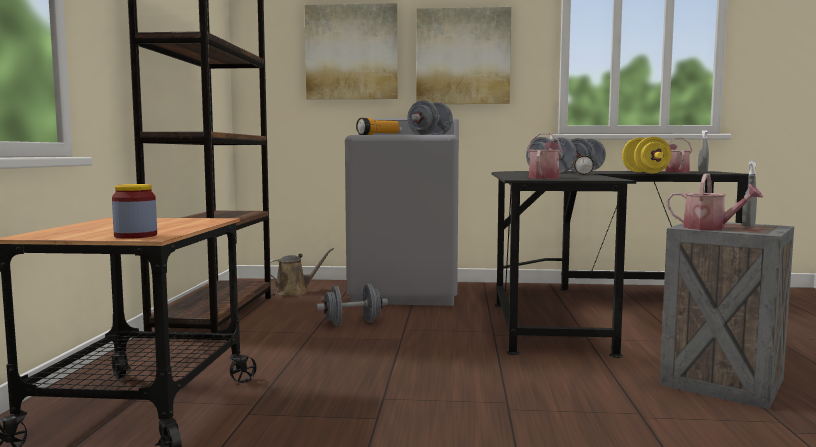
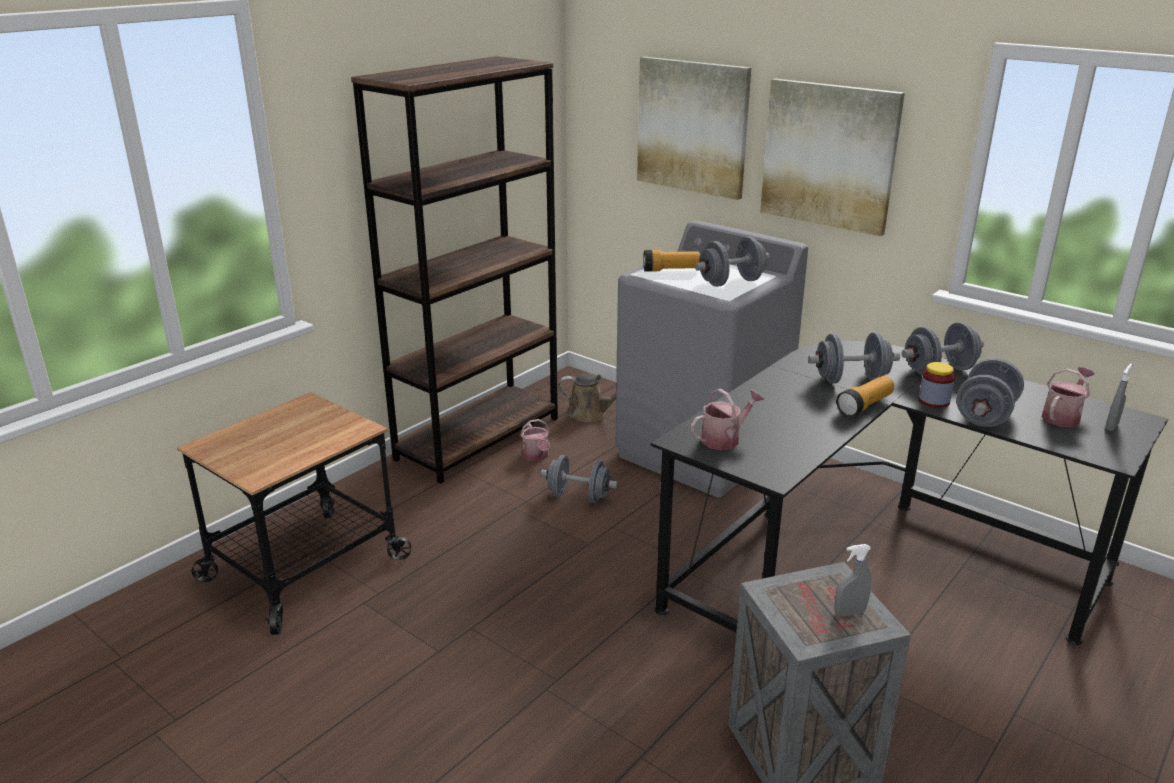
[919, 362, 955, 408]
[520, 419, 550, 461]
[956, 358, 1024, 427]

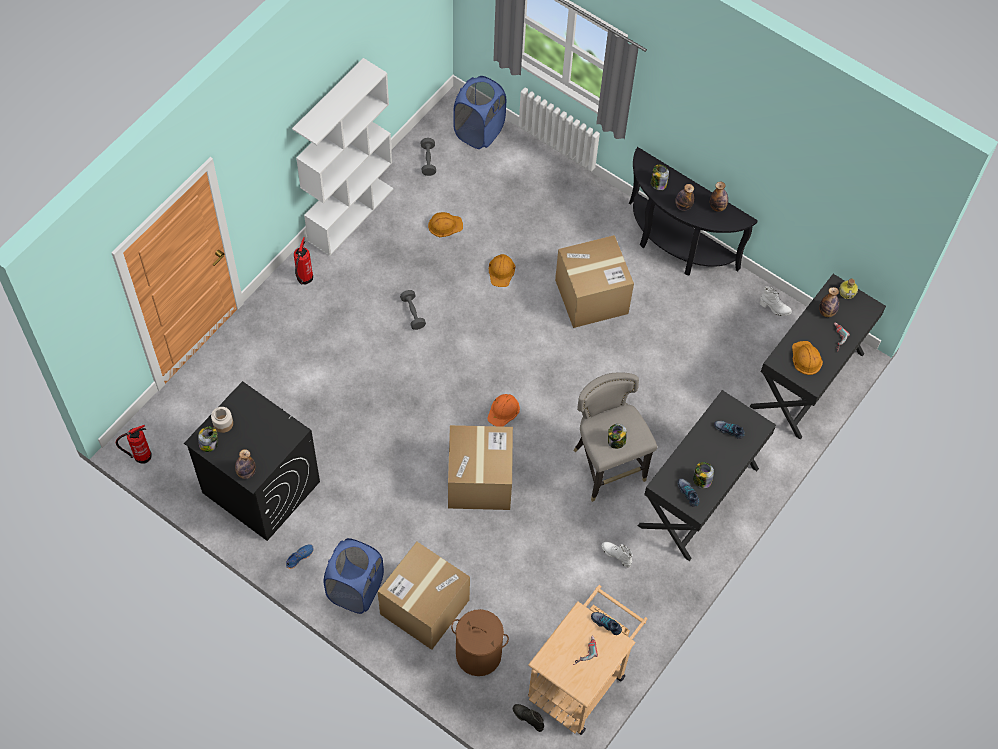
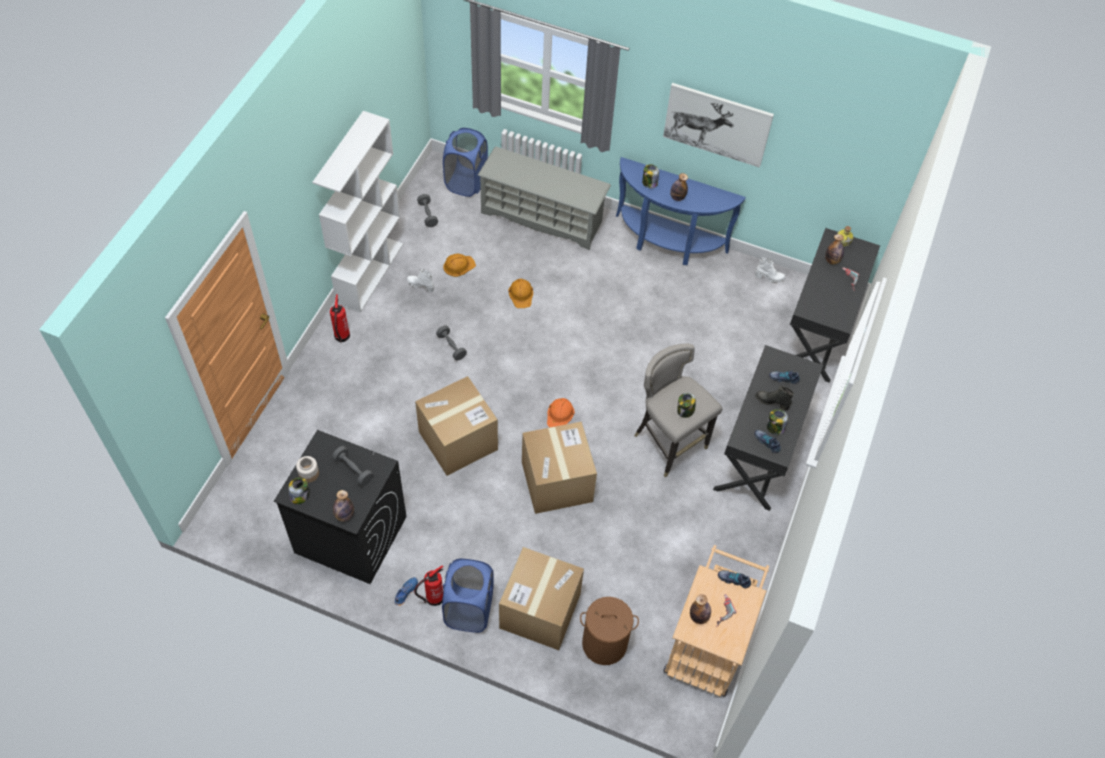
[792, 341, 823, 375] (first image)
[332, 446, 373, 486]
[478, 146, 611, 250]
[663, 83, 774, 168]
[414, 565, 443, 606]
[755, 386, 794, 411]
[415, 376, 498, 476]
[407, 269, 434, 293]
[690, 594, 711, 624]
[616, 157, 746, 265]

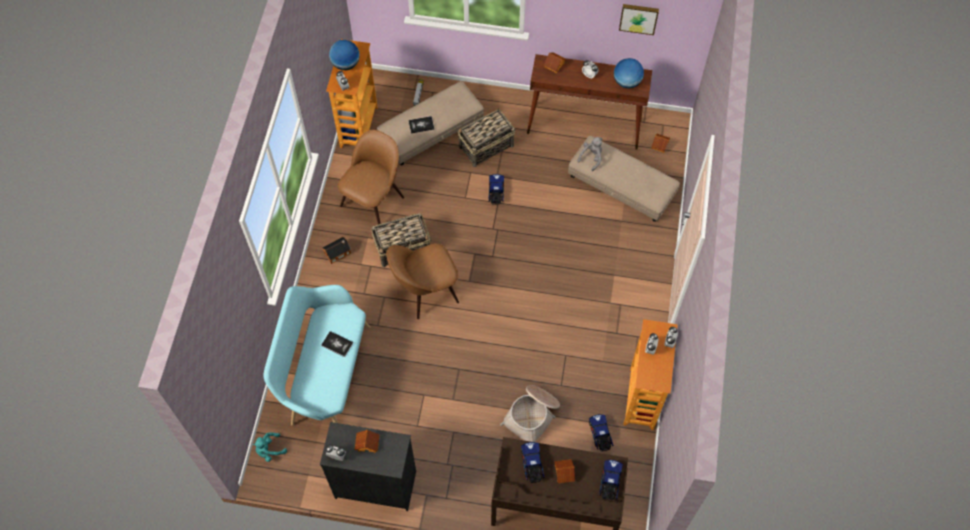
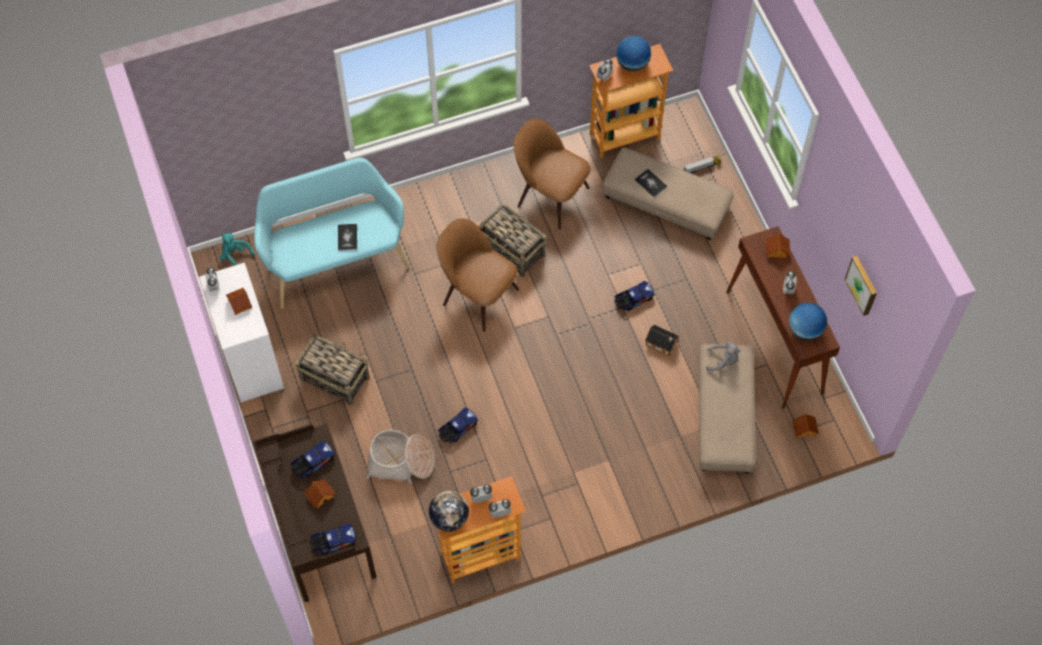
[429, 491, 469, 531]
[645, 325, 679, 356]
[295, 334, 370, 406]
[438, 407, 478, 443]
[199, 263, 284, 402]
[513, 118, 590, 229]

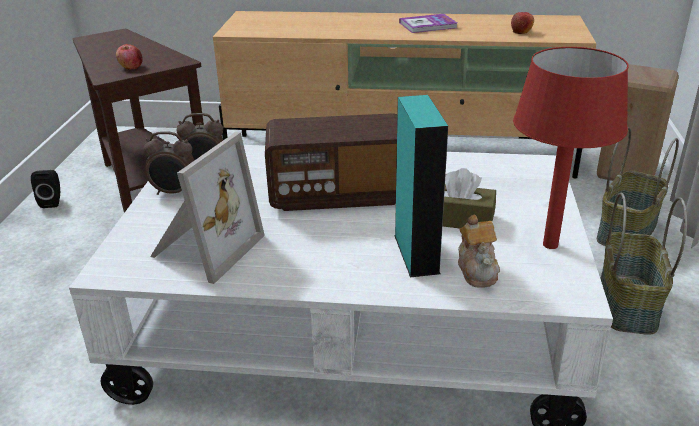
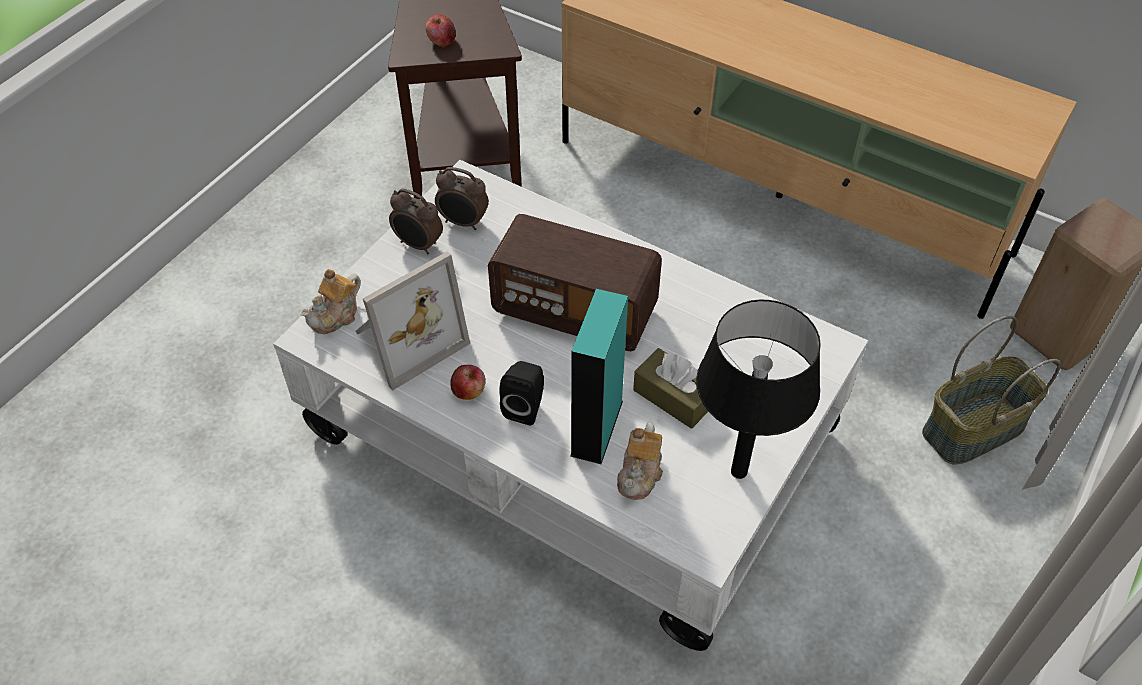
[399, 14, 457, 33] (first image)
[600, 193, 687, 335] (first image)
[300, 269, 361, 334]
[499, 361, 544, 425]
[450, 365, 485, 400]
[696, 300, 821, 479]

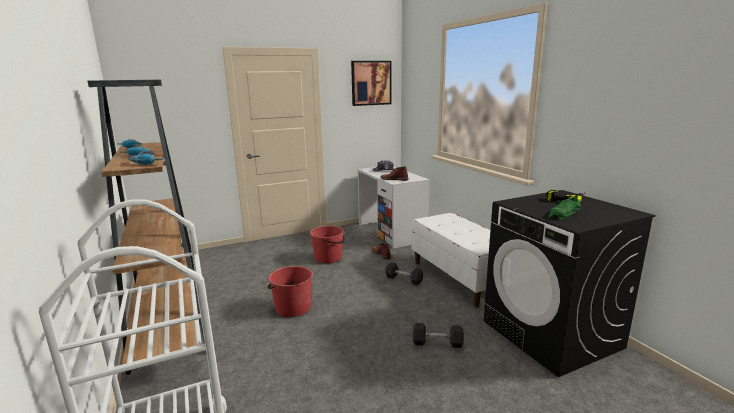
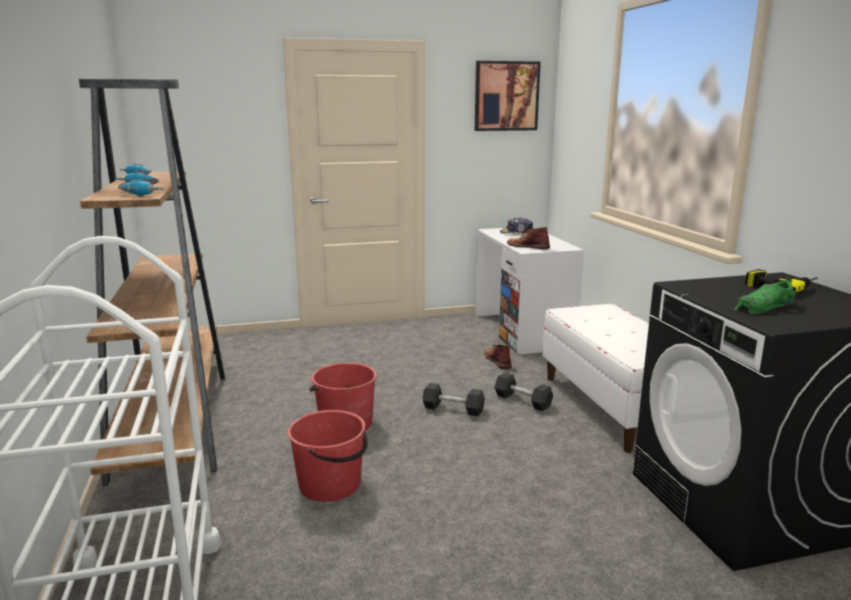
[287, 410, 368, 502]
[422, 383, 485, 416]

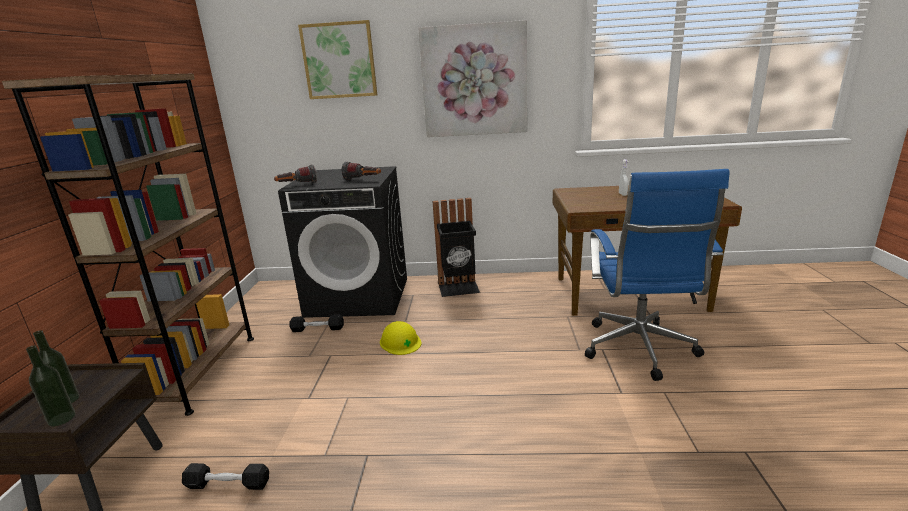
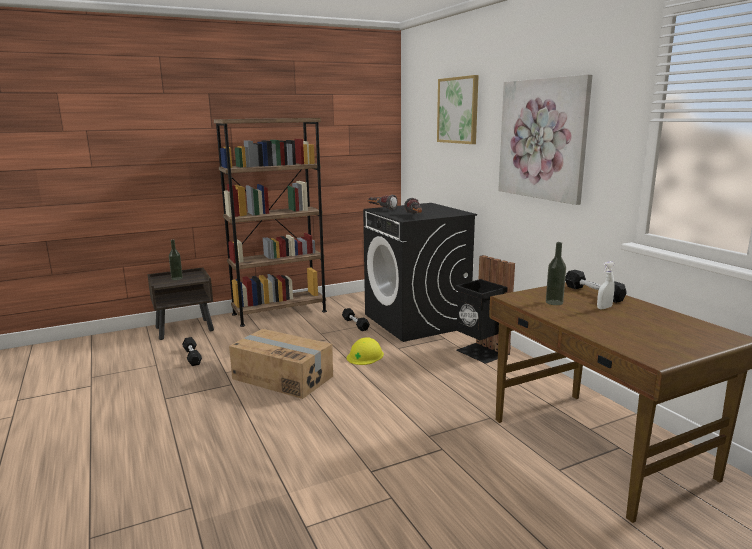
[585, 169, 730, 381] (first image)
[229, 329, 333, 399]
[565, 270, 627, 303]
[546, 242, 566, 305]

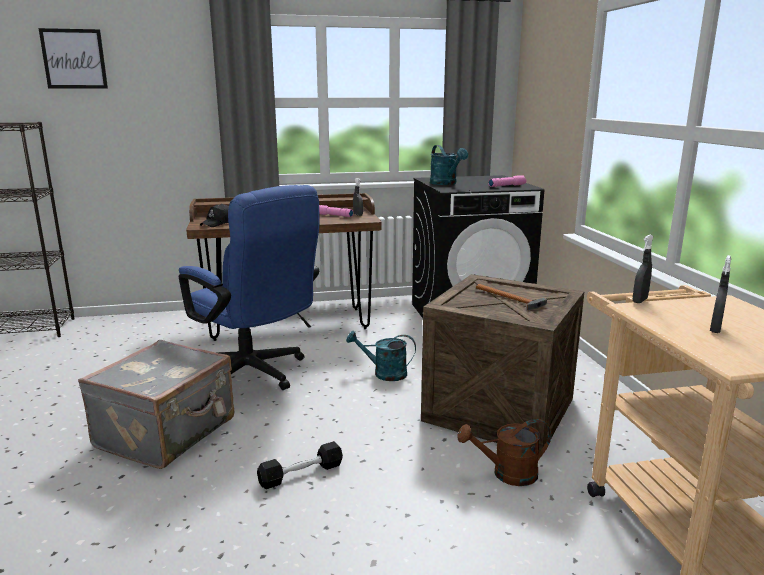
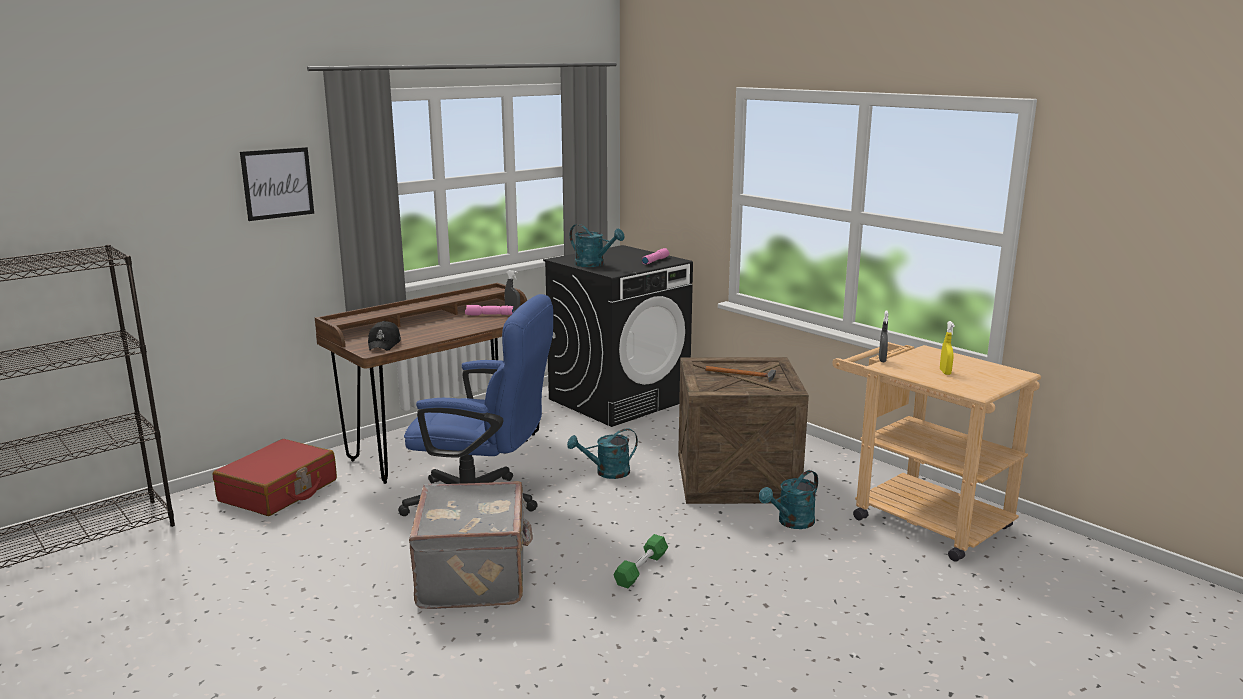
[213, 439, 337, 516]
[240, 147, 314, 221]
[613, 534, 668, 588]
[759, 470, 818, 529]
[940, 321, 955, 375]

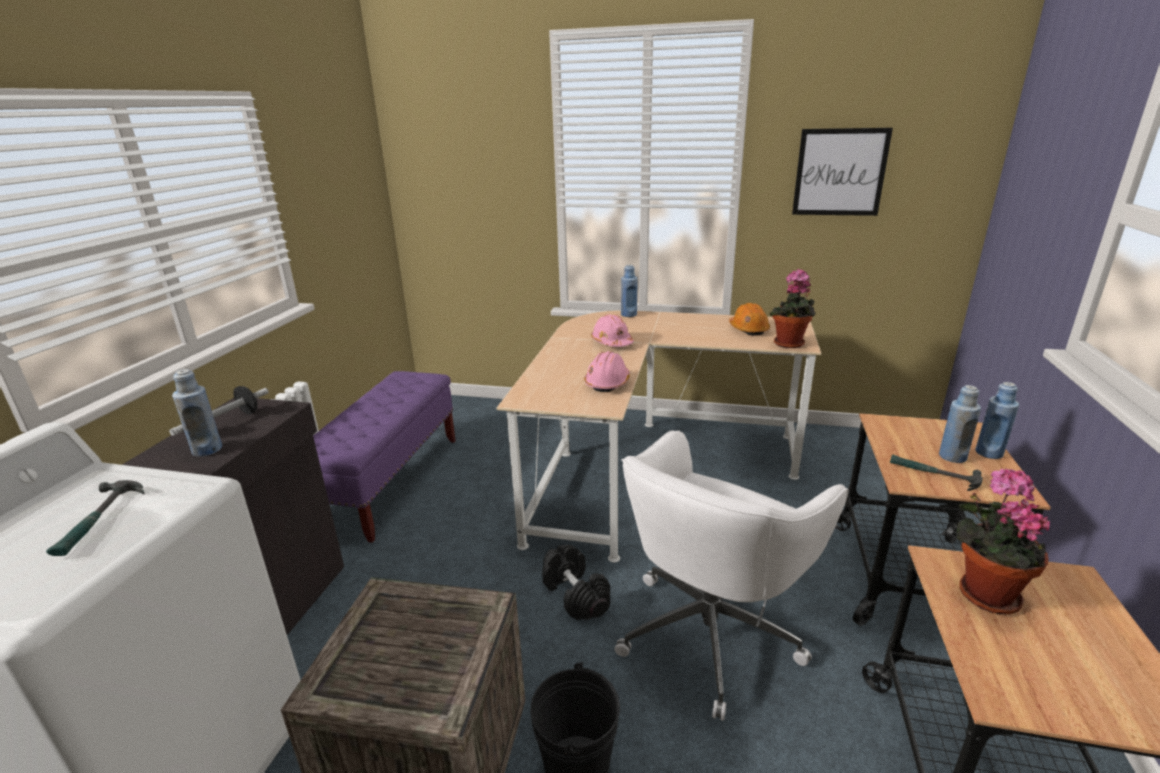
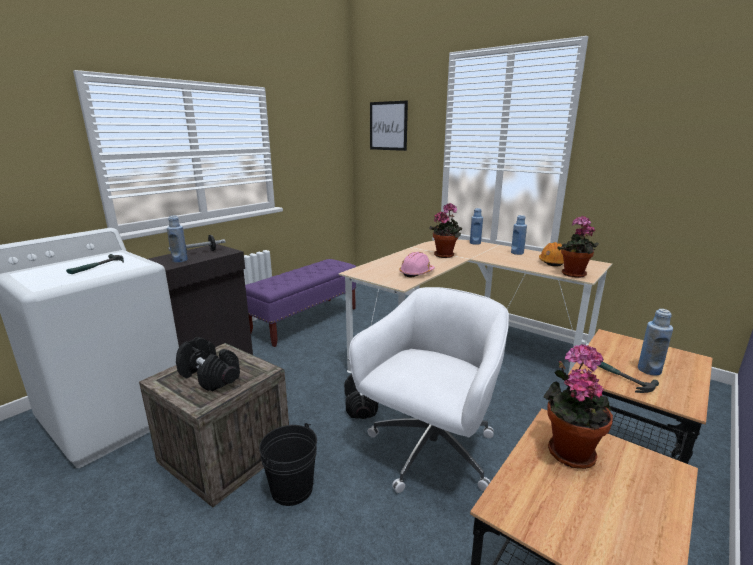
[176, 337, 240, 392]
[370, 101, 408, 151]
[511, 215, 527, 255]
[429, 203, 462, 258]
[349, 287, 509, 493]

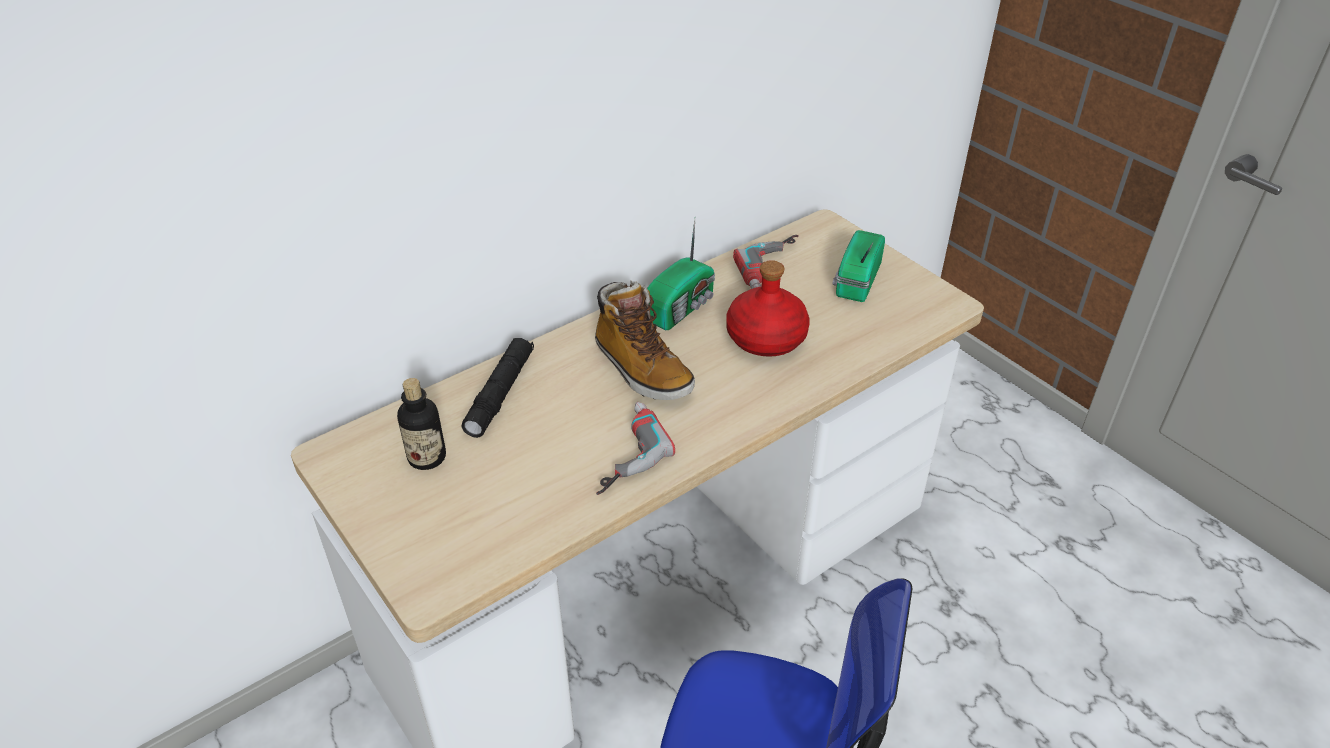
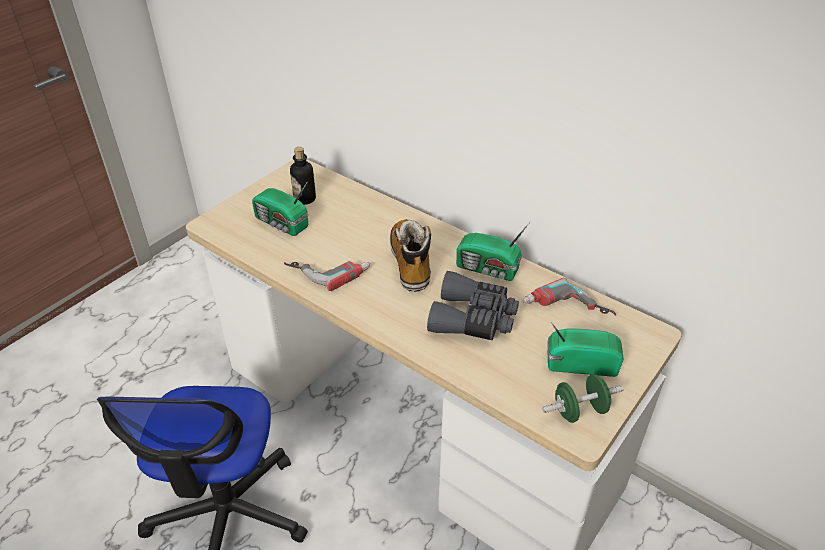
[461, 338, 534, 438] (first image)
[252, 181, 309, 236]
[542, 374, 624, 423]
[427, 271, 519, 340]
[390, 219, 431, 292]

